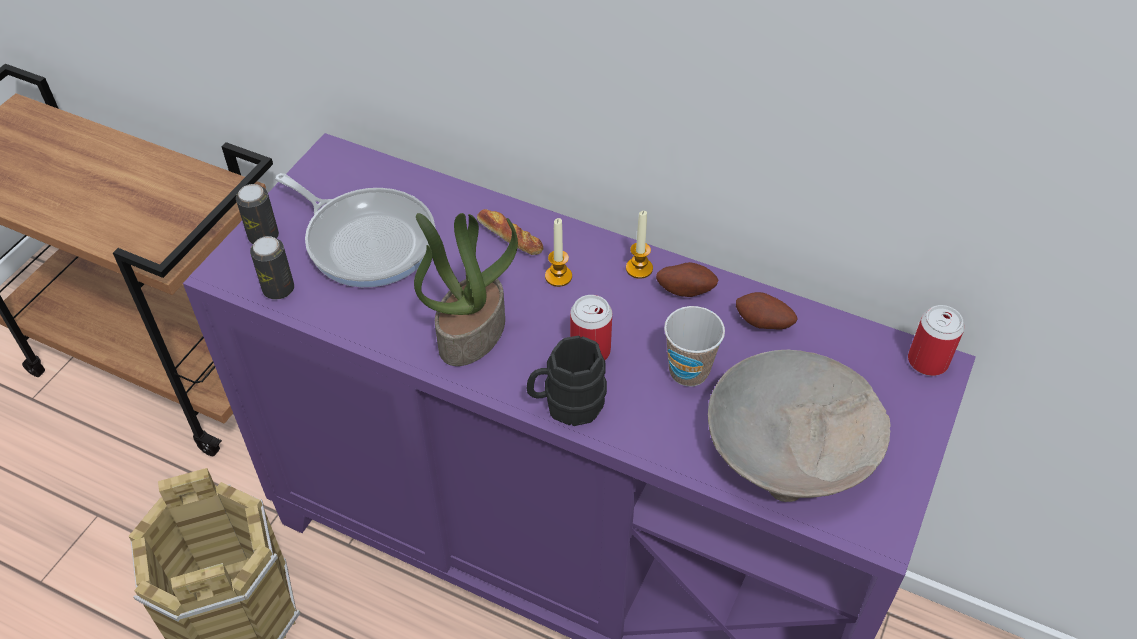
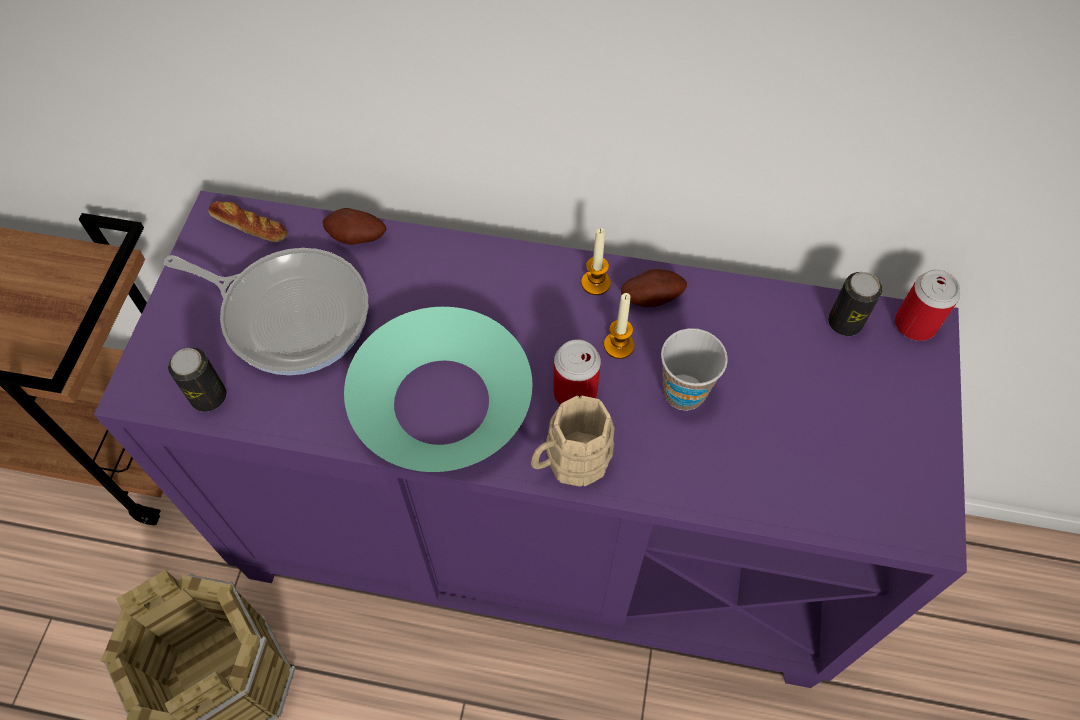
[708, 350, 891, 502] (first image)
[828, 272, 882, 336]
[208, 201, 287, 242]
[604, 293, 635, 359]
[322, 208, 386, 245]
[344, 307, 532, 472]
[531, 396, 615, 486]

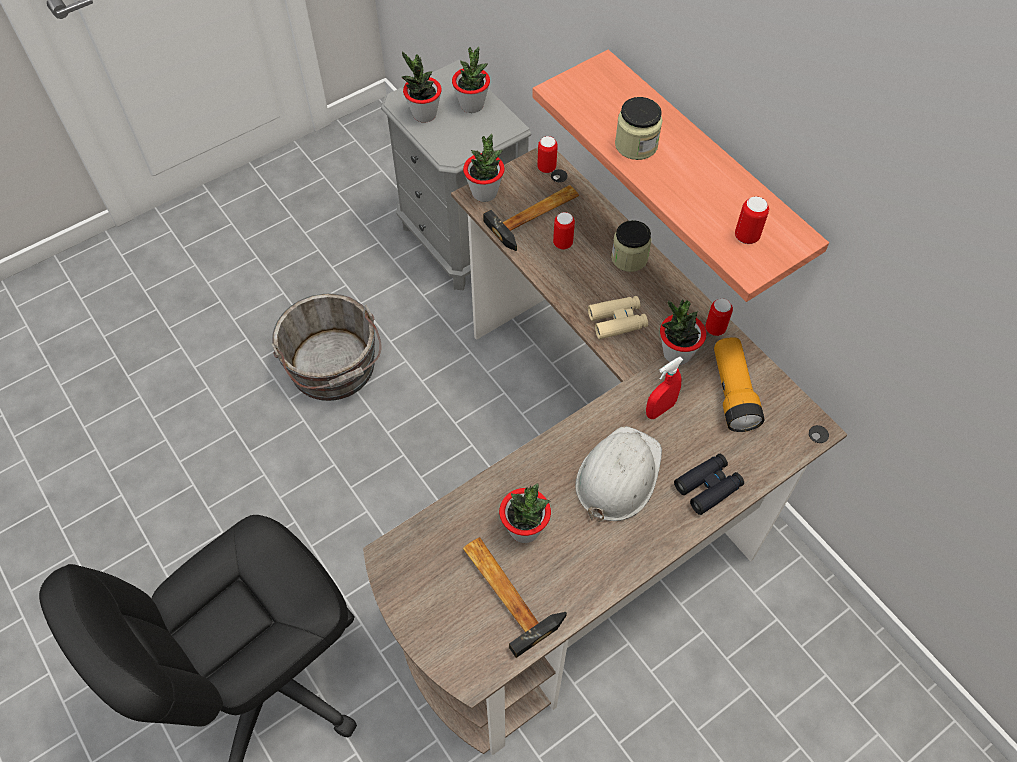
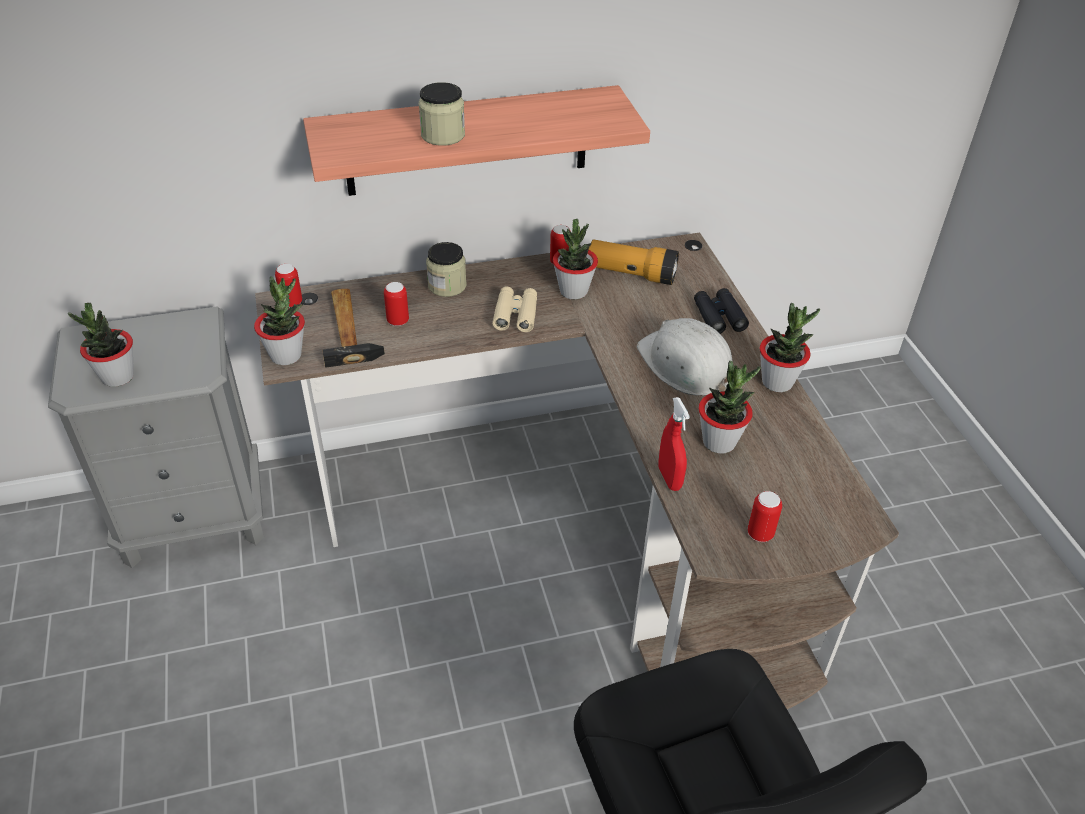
[272, 294, 382, 401] (first image)
[463, 537, 567, 658] (first image)
[760, 303, 820, 392]
[658, 397, 690, 491]
[748, 491, 782, 542]

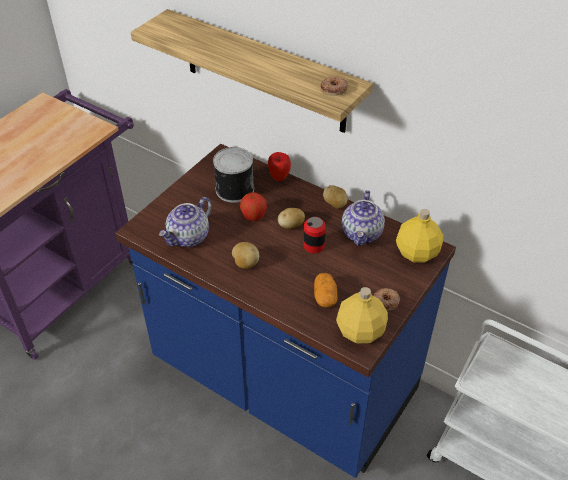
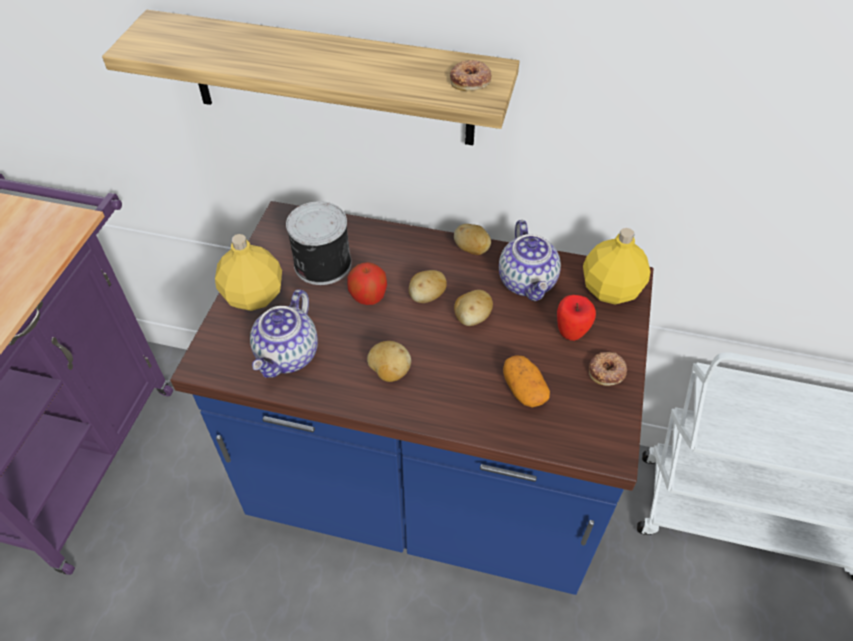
[557, 295, 596, 341]
[215, 234, 282, 311]
[454, 290, 493, 326]

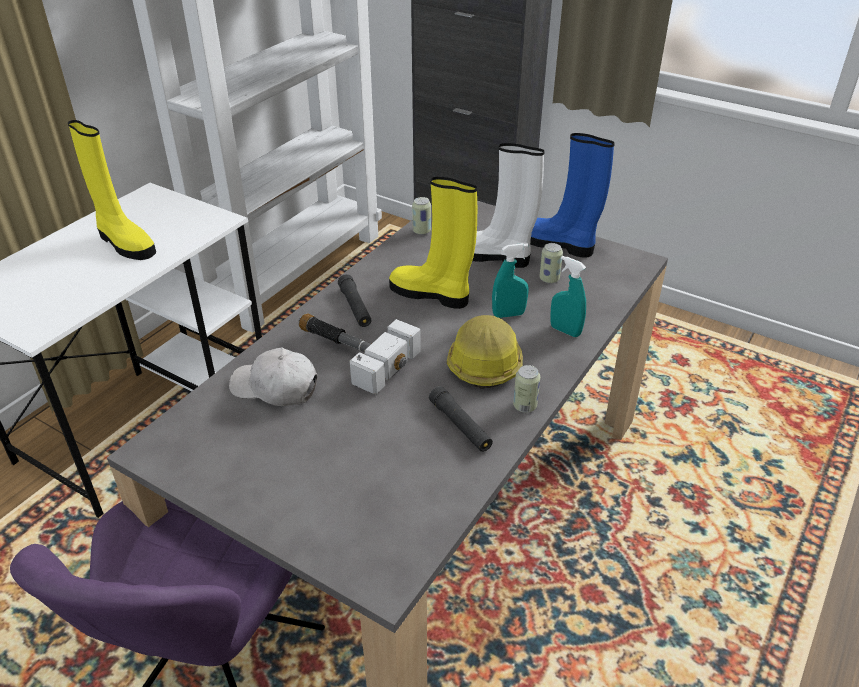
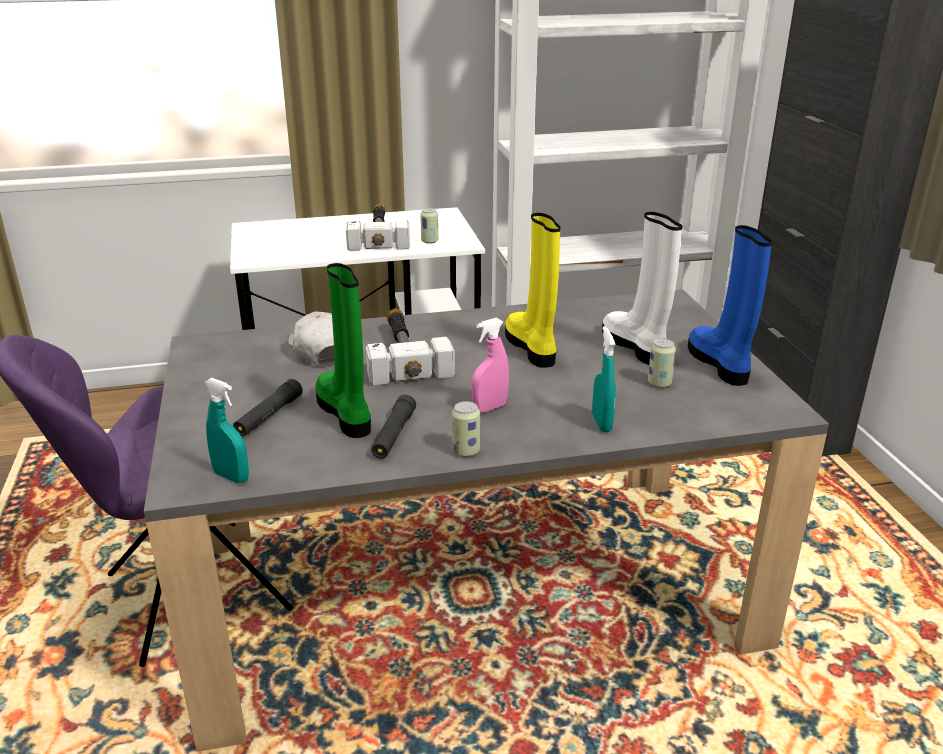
[315, 263, 371, 438]
[233, 379, 303, 436]
[420, 208, 439, 244]
[204, 378, 249, 483]
[346, 204, 410, 251]
[472, 318, 509, 413]

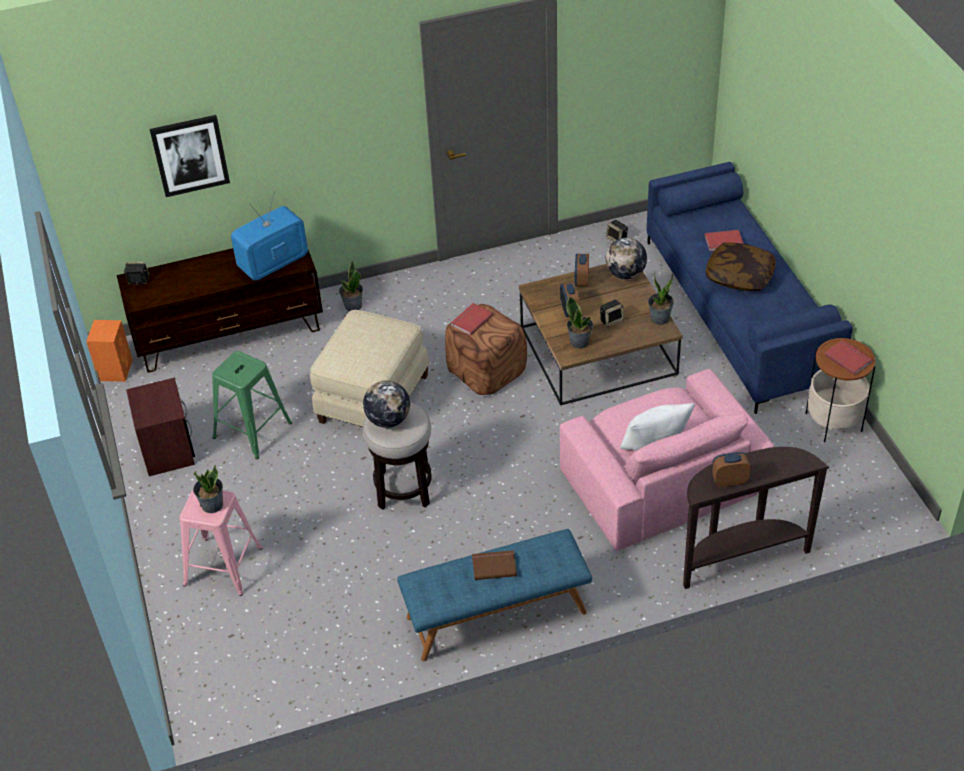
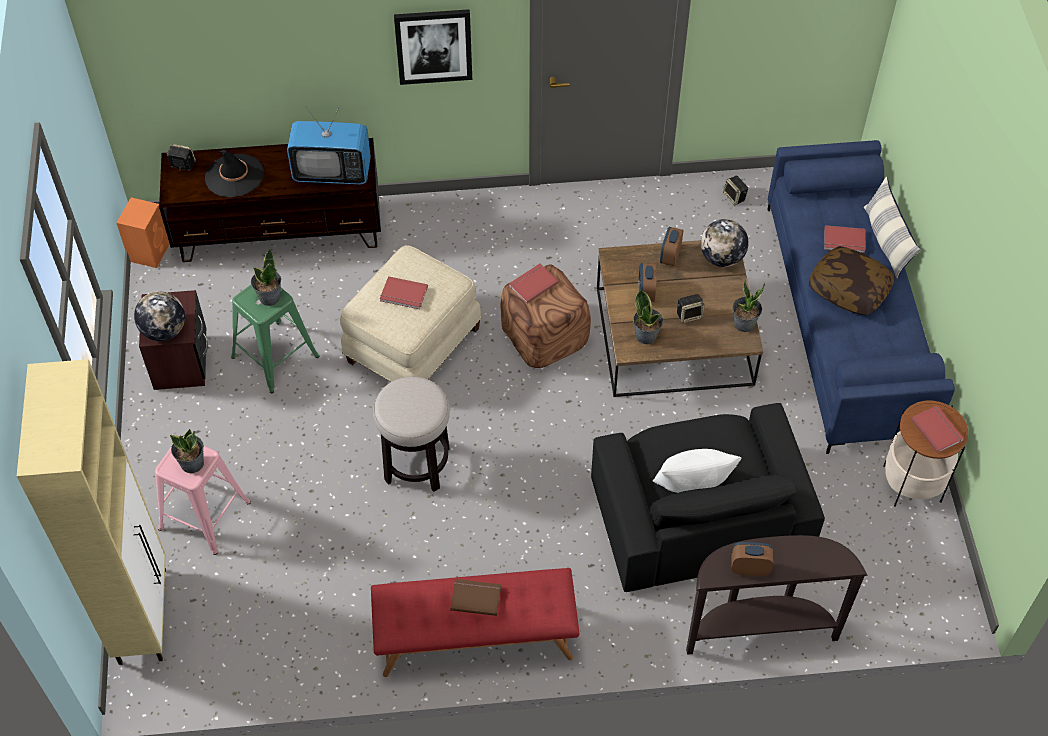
[17, 359, 166, 665]
[205, 150, 264, 197]
[380, 276, 428, 309]
[864, 177, 921, 279]
[394, 9, 472, 85]
[251, 249, 281, 306]
[134, 291, 185, 341]
[371, 568, 580, 677]
[591, 403, 825, 592]
[287, 106, 371, 185]

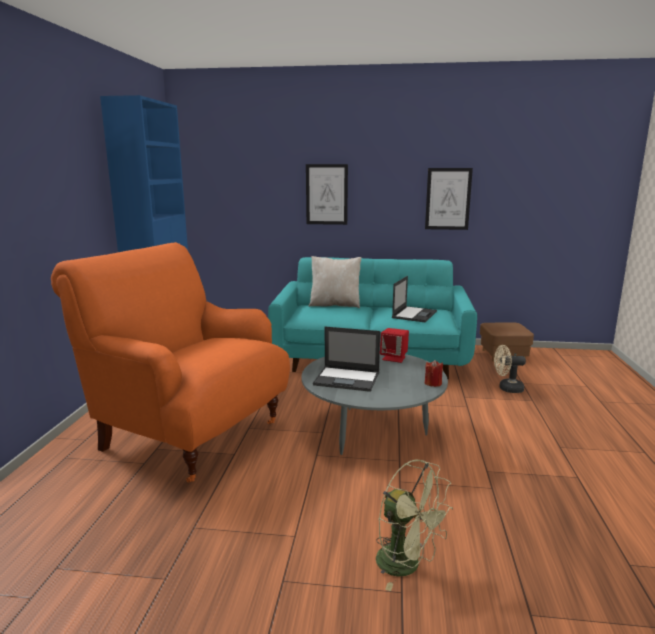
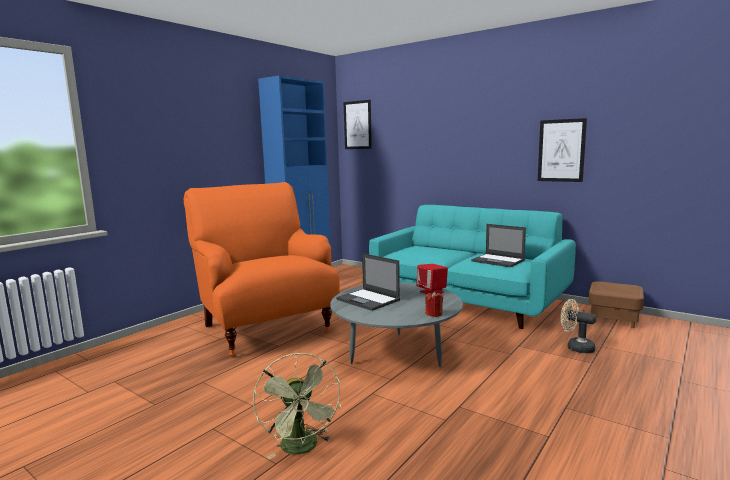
[308, 256, 362, 308] (first image)
[344, 100, 372, 149]
[471, 224, 526, 267]

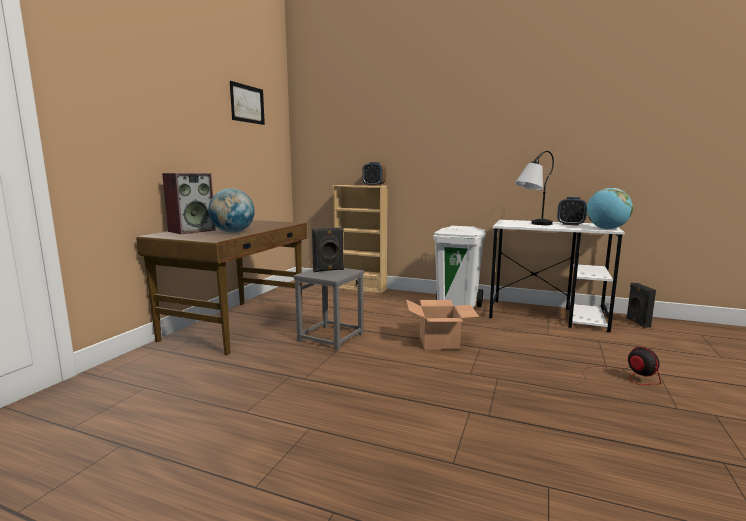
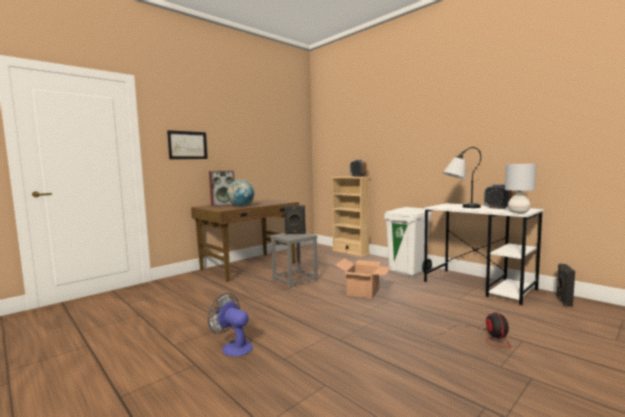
[208, 293, 253, 357]
[167, 130, 208, 159]
[505, 164, 537, 213]

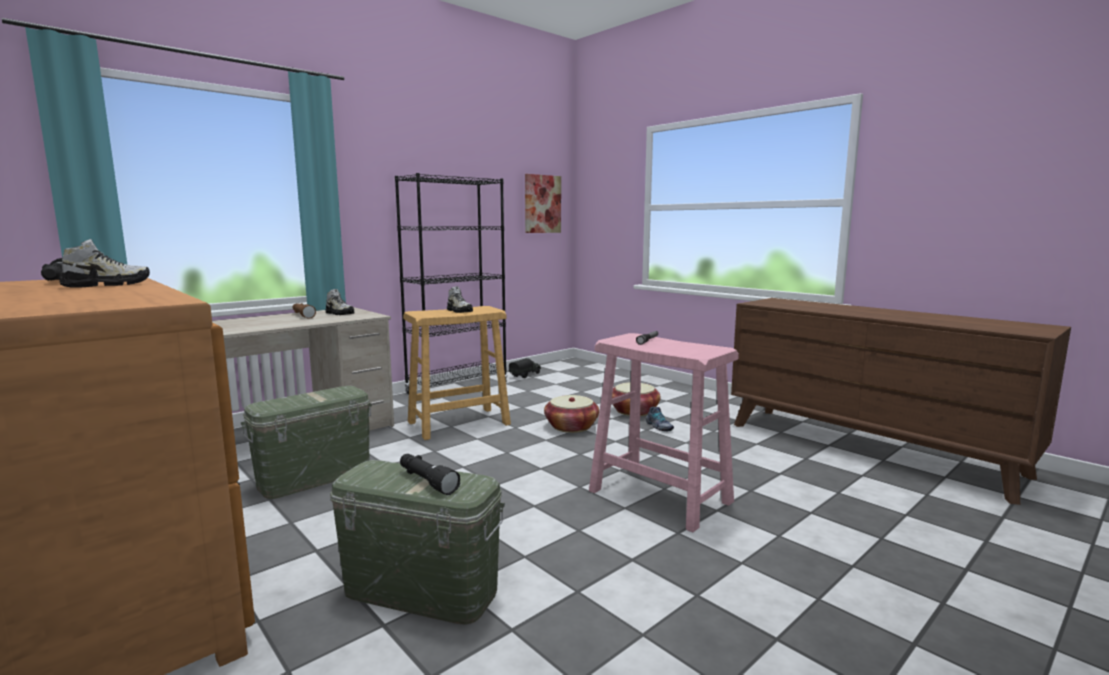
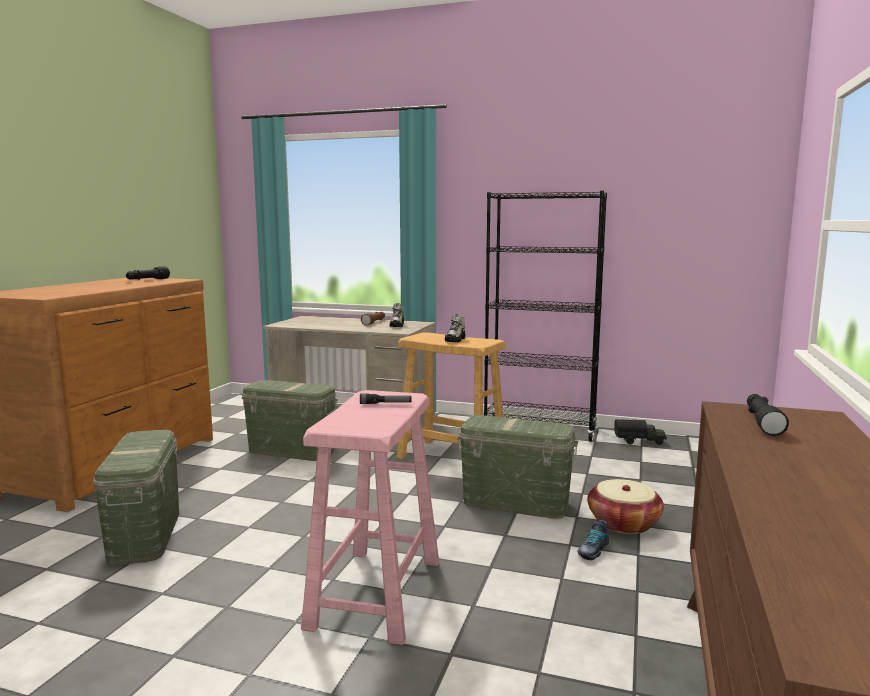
[60, 239, 150, 288] (first image)
[525, 174, 561, 233] (first image)
[747, 394, 789, 436]
[457, 415, 578, 519]

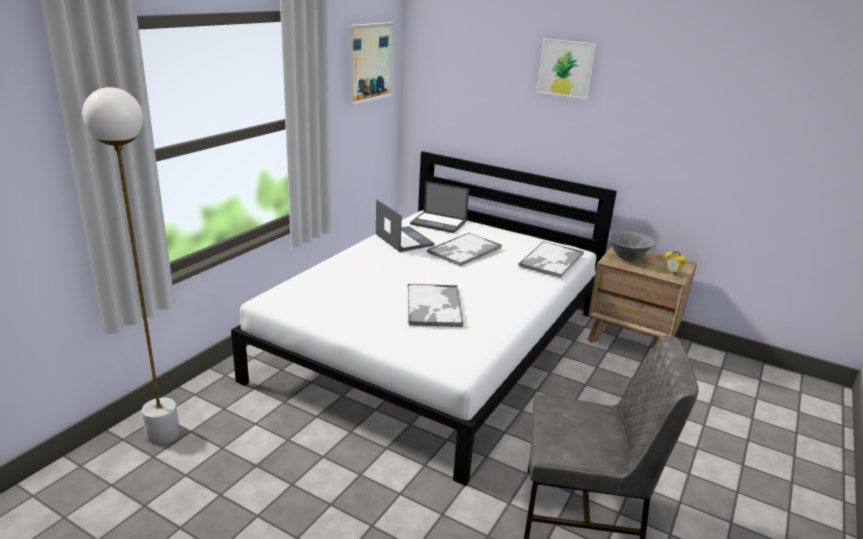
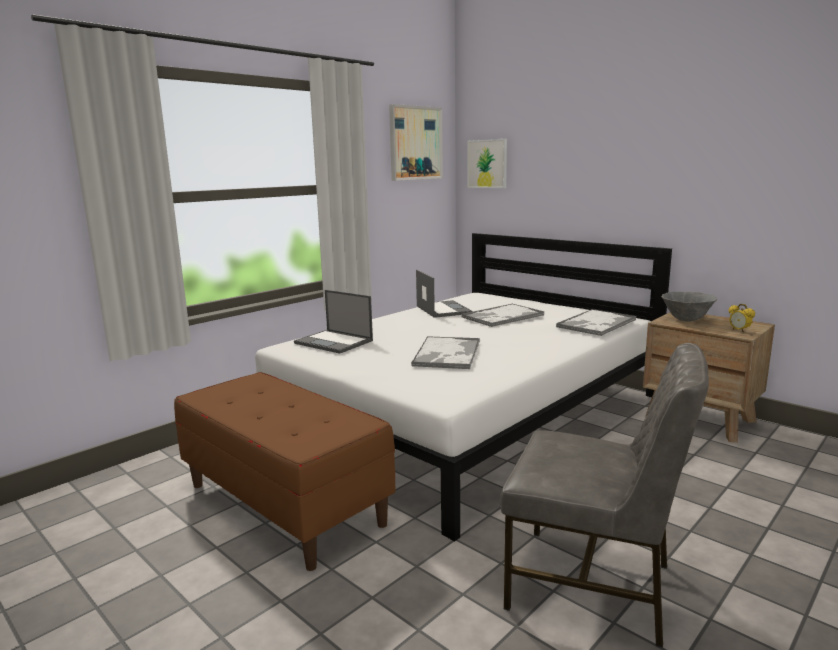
[82, 87, 180, 444] (first image)
[174, 372, 396, 571]
[294, 290, 373, 354]
[467, 139, 507, 188]

